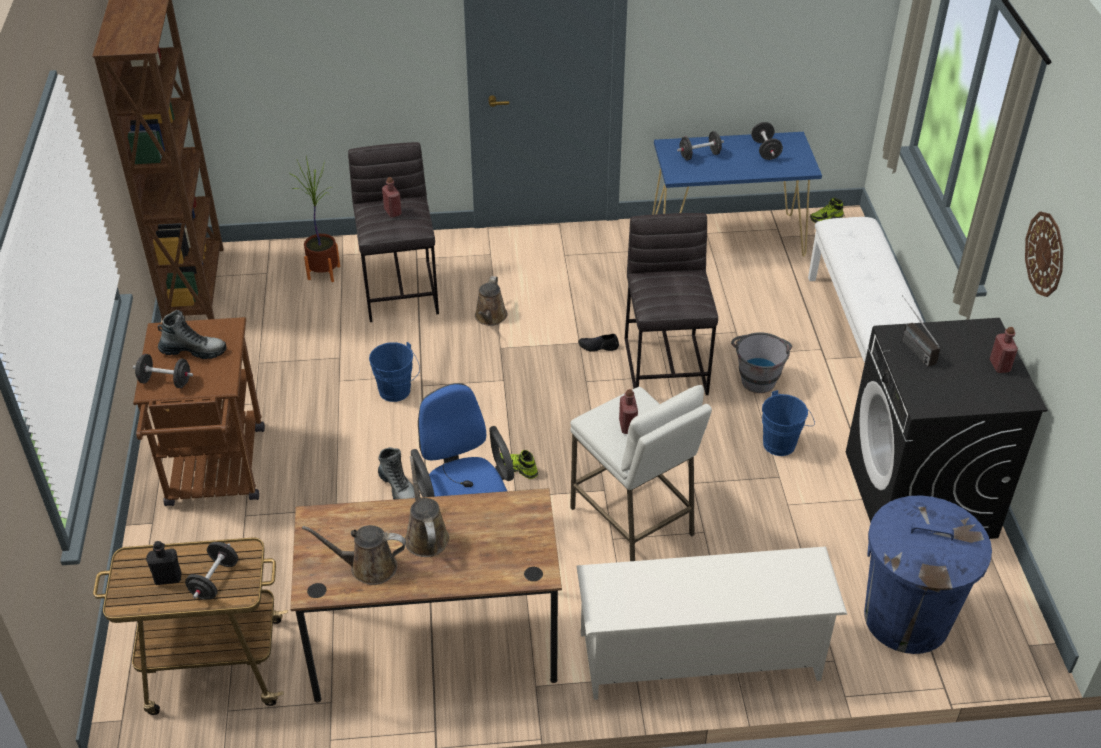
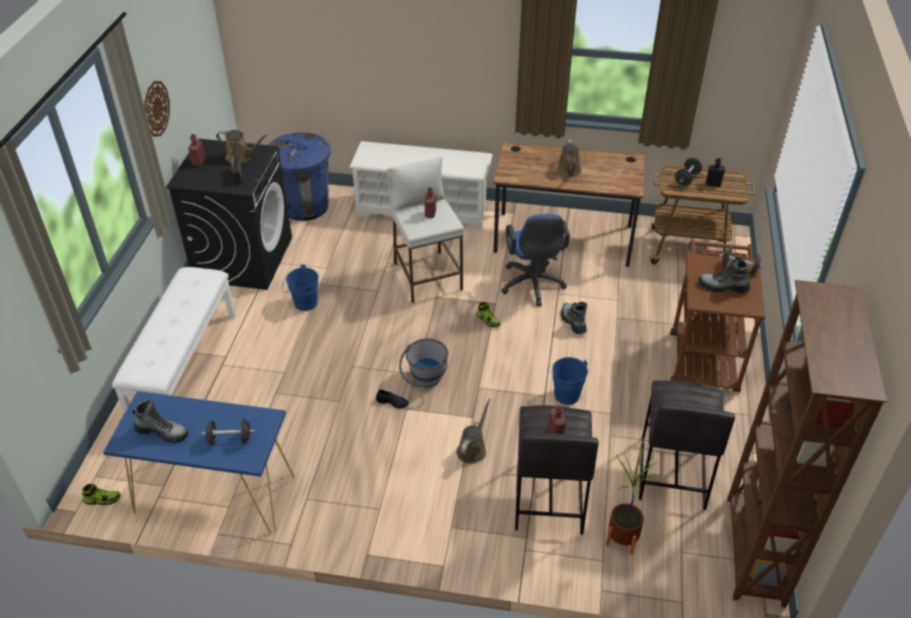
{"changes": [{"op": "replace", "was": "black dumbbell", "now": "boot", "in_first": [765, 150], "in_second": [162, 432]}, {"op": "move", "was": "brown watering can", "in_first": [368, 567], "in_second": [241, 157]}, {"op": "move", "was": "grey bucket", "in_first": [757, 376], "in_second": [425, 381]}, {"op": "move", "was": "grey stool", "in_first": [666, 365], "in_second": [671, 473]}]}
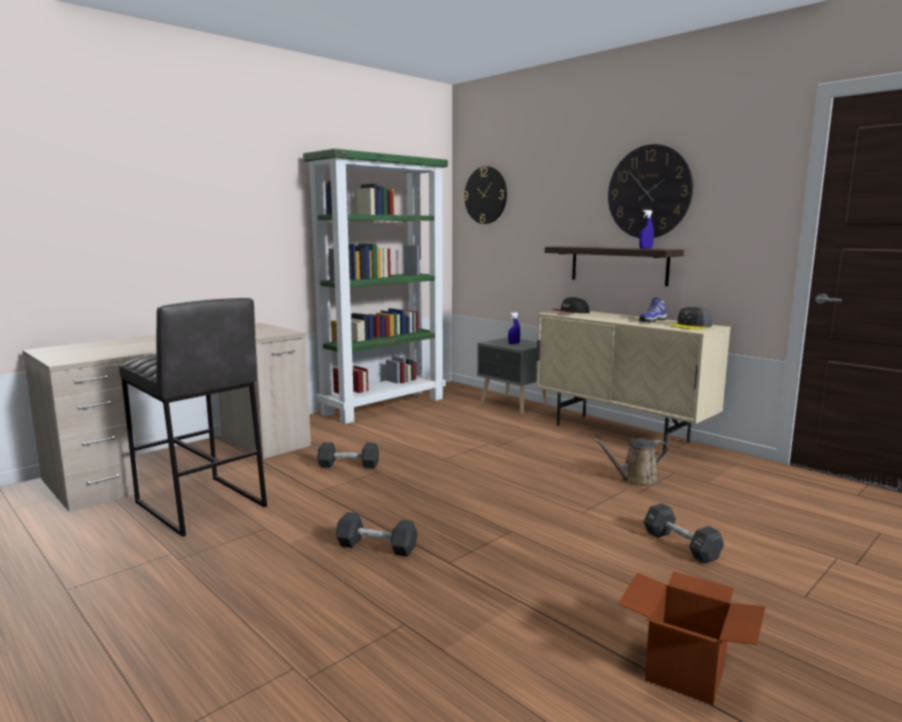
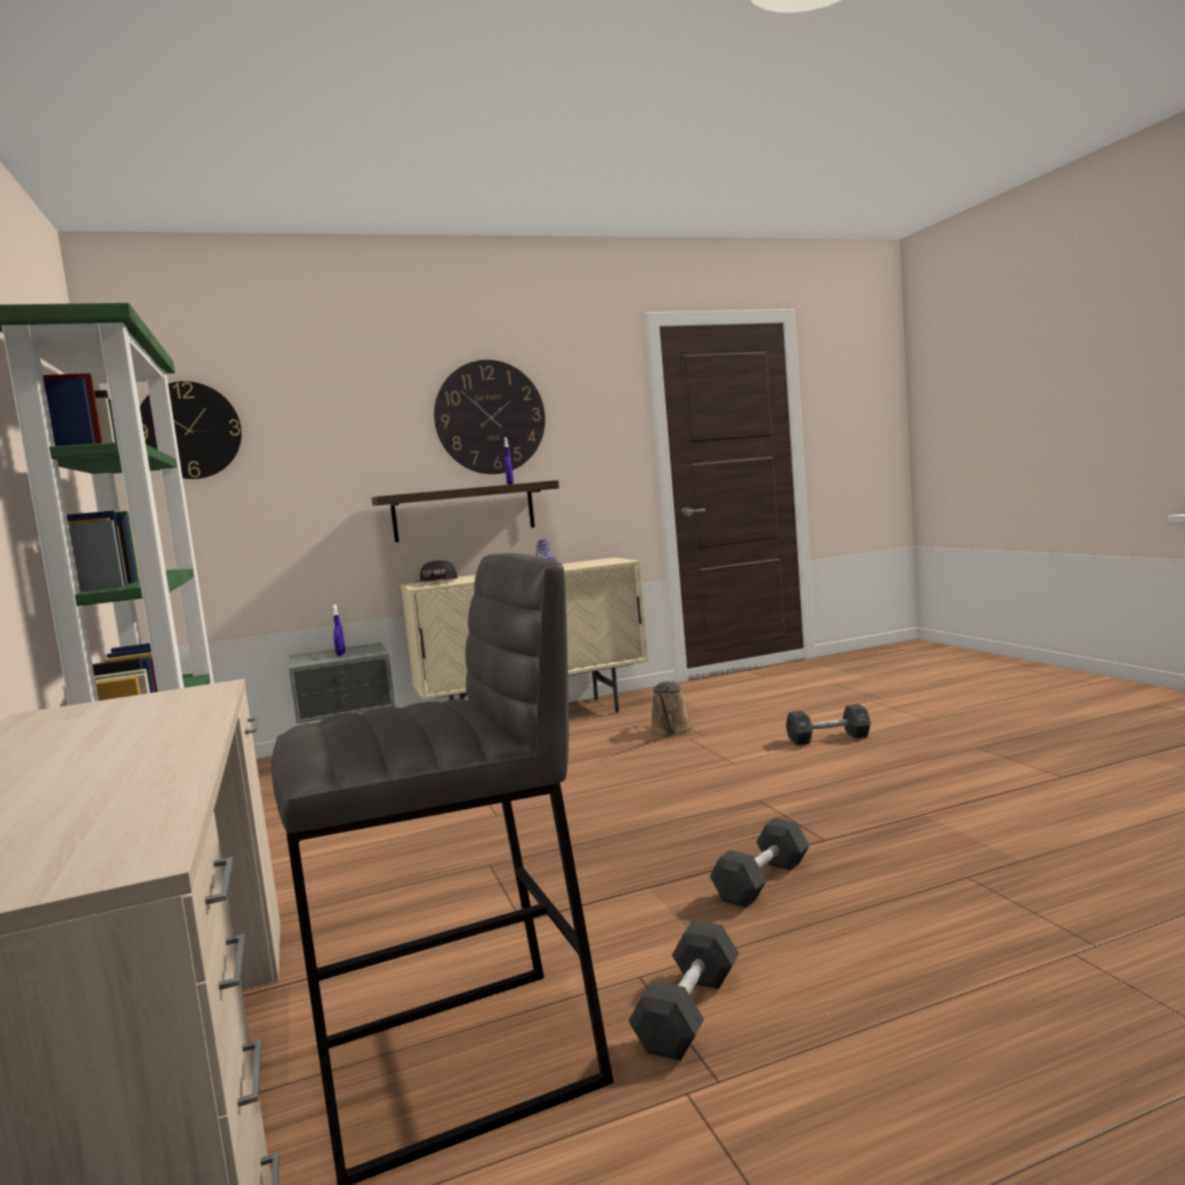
{"changes": [{"op": "move", "was": "black dumbbell", "in_first": [348, 465], "in_second": [689, 1011]}, {"op": "delete", "was": "cardboard box", "in_first": [686, 672]}, {"op": "delete", "was": "grey cap", "in_first": [691, 326]}]}
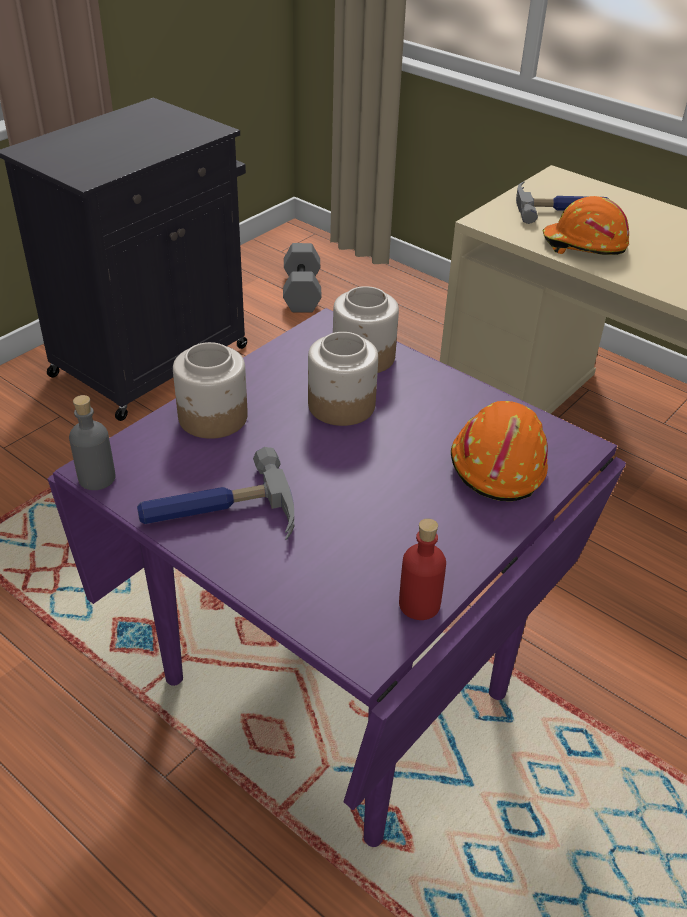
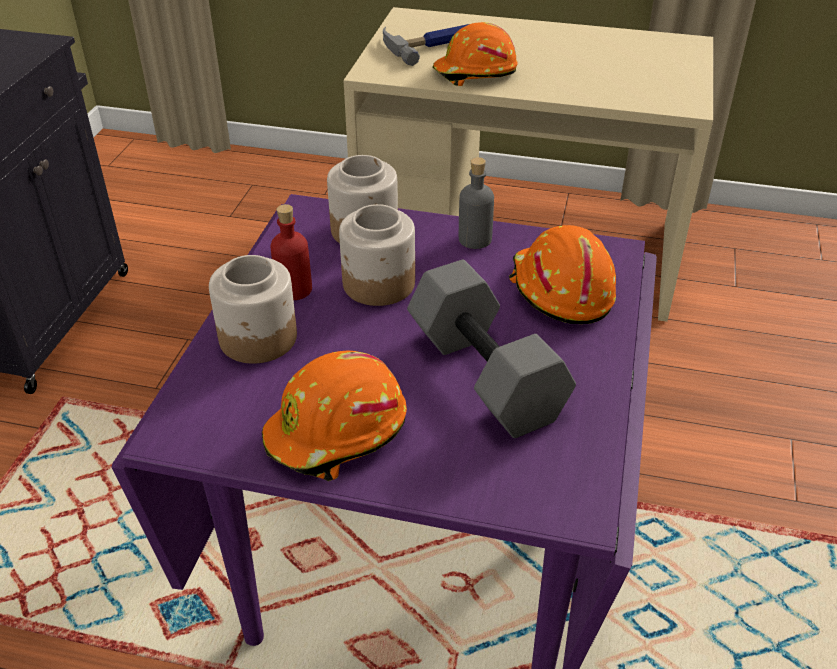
{"changes": [{"op": "replace", "was": "hammer", "now": "orange hard hat", "in_first": [217, 513], "in_second": [337, 433]}, {"op": "move", "was": "red bottle", "in_first": [419, 604], "in_second": [294, 289]}, {"op": "move", "was": "grey dumbbell", "in_first": [303, 292], "in_second": [489, 375]}, {"op": "move", "was": "grey bottle", "in_first": [97, 478], "in_second": [474, 239]}]}
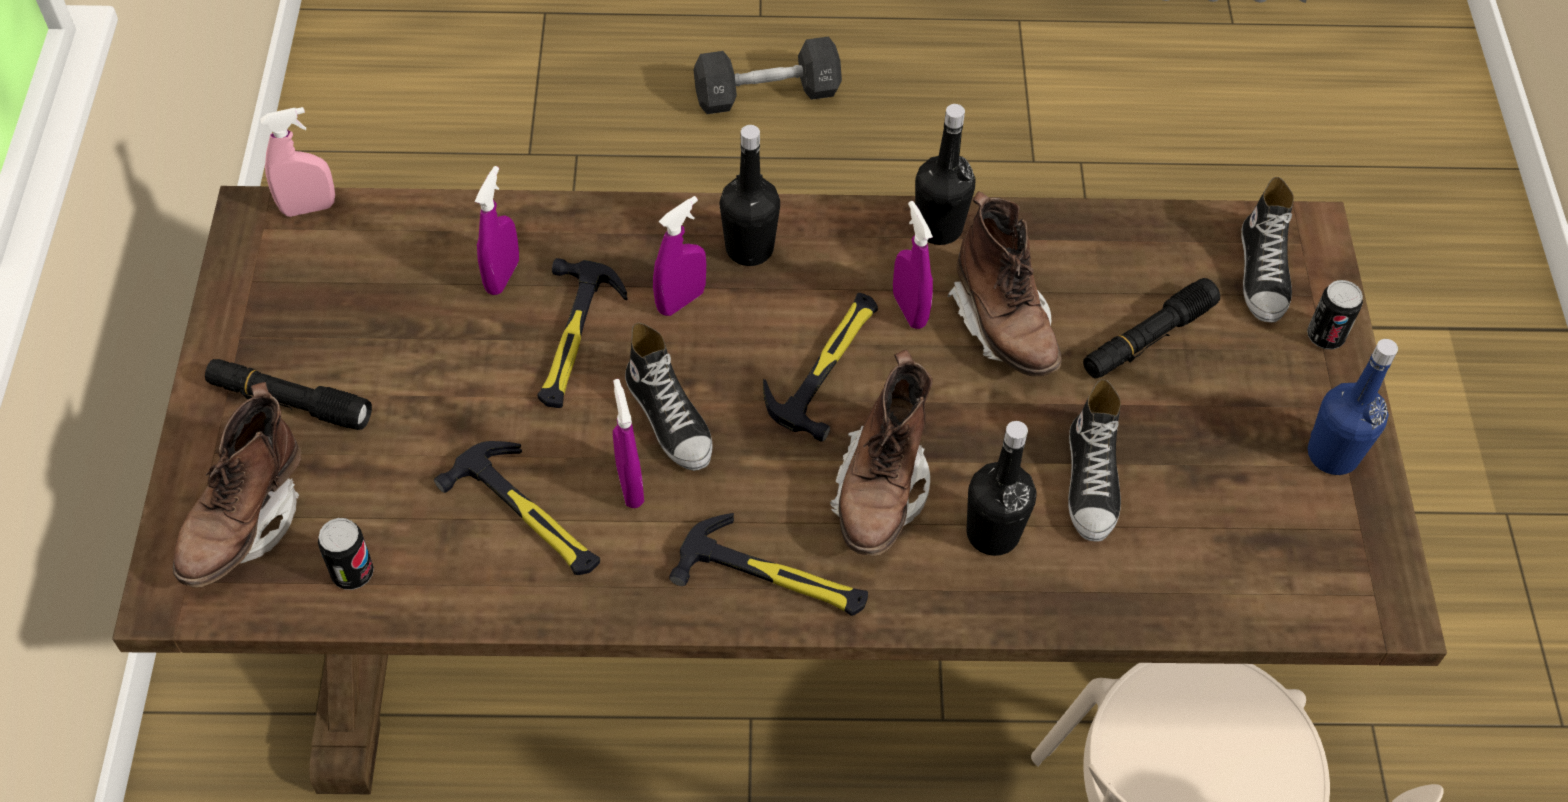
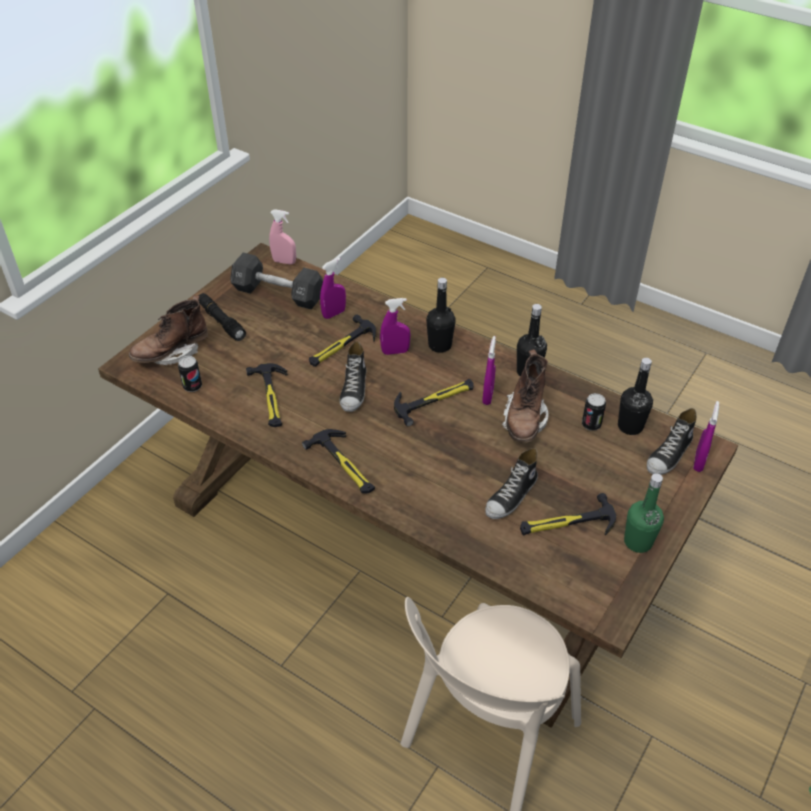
{"changes": [{"op": "move", "was": "black dumbbell", "in_first": [767, 94], "in_second": [278, 294]}, {"op": "insert", "now": "hammer", "in_second": [567, 523]}, {"op": "move", "was": "can", "in_first": [1325, 336], "in_second": [591, 424]}, {"op": "move", "was": "black bottle", "in_first": [992, 533], "in_second": [630, 426]}, {"op": "recolor", "was": "blue bottle", "now": "green bottle", "in_first": [1332, 454], "in_second": [638, 542]}, {"op": "move", "was": "purple spray bottle", "in_first": [630, 485], "in_second": [698, 462]}, {"op": "delete", "was": "brown boot", "in_first": [880, 491]}, {"op": "delete", "was": "black flashlight", "in_first": [1147, 338]}]}
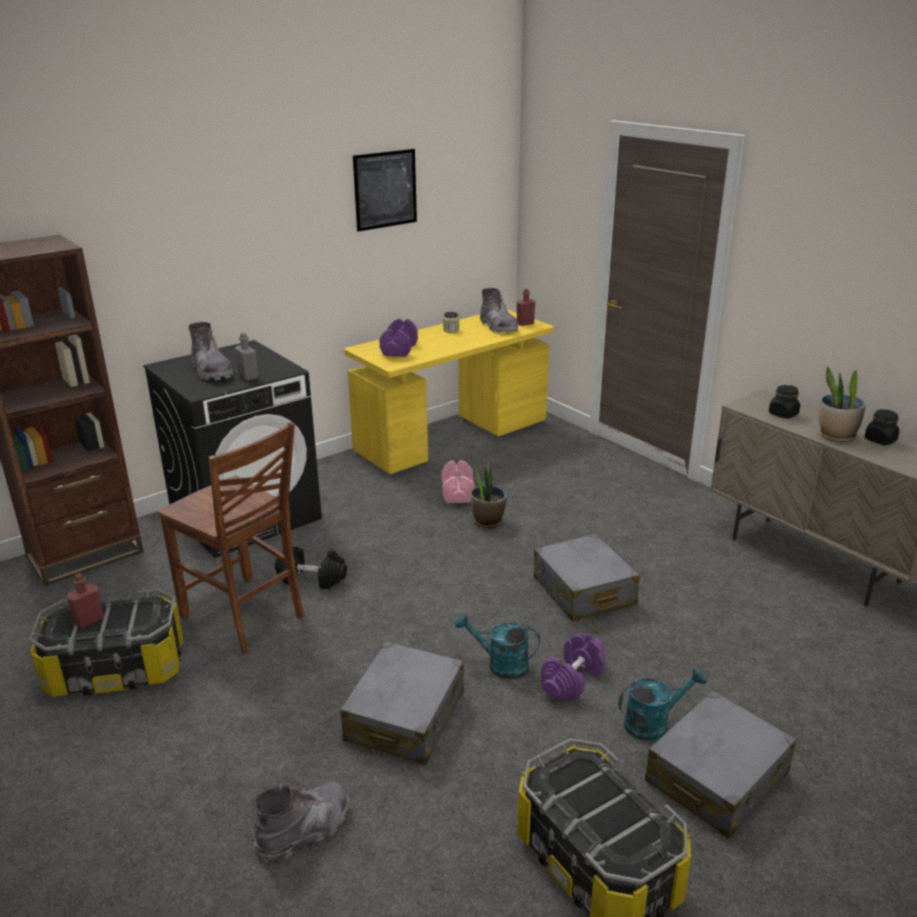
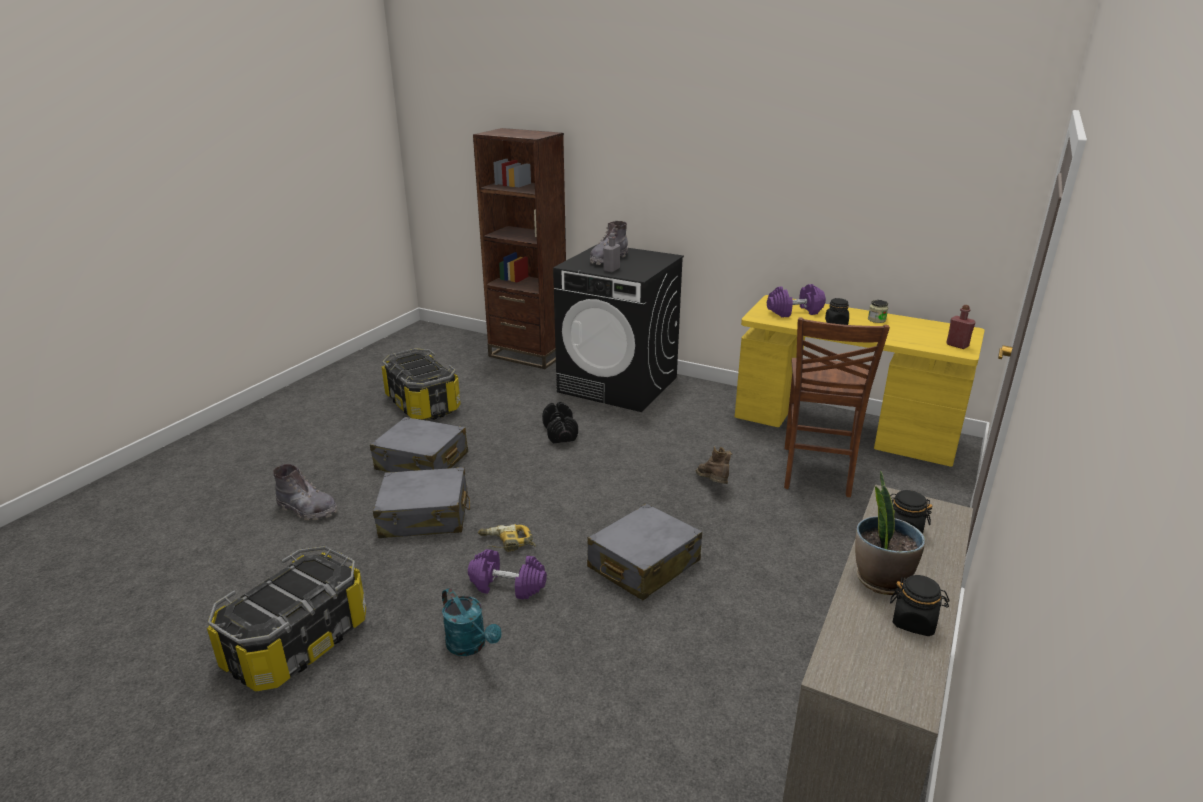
{"changes": [{"op": "move", "was": "grey suitcase", "in_first": [717, 778], "in_second": [422, 462]}, {"op": "replace", "was": "turquoise watering can", "now": "power drill", "in_first": [500, 665], "in_second": [506, 543]}, {"op": "replace", "was": "potted plant", "now": "brown boot", "in_first": [487, 521], "in_second": [713, 485]}, {"op": "move", "was": "brown chair", "in_first": [245, 617], "in_second": [817, 472]}, {"op": "insert", "now": "black jar", "in_second": [836, 323]}, {"op": "delete", "was": "red bottle", "in_first": [89, 621]}, {"op": "delete", "was": "picture", "in_first": [385, 189]}, {"op": "delete", "was": "pink dumbbell", "in_first": [458, 493]}, {"op": "delete", "was": "grey boot", "in_first": [498, 327]}]}
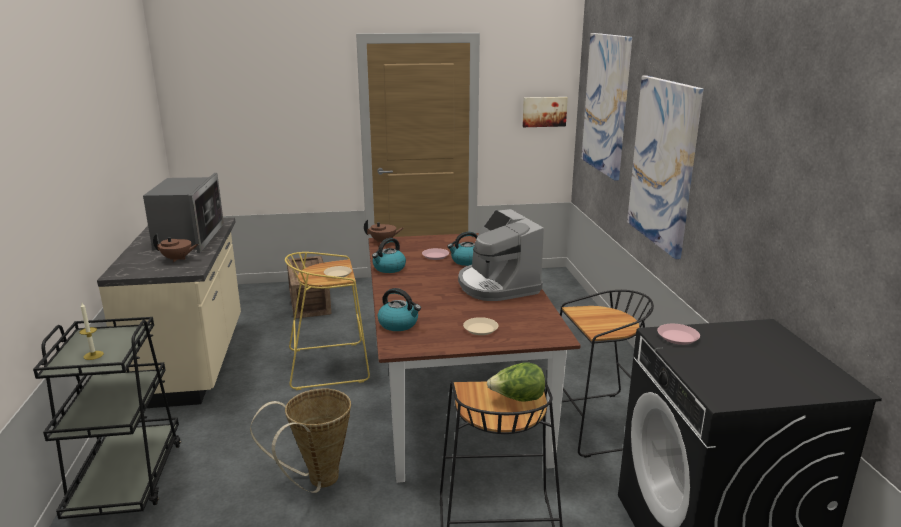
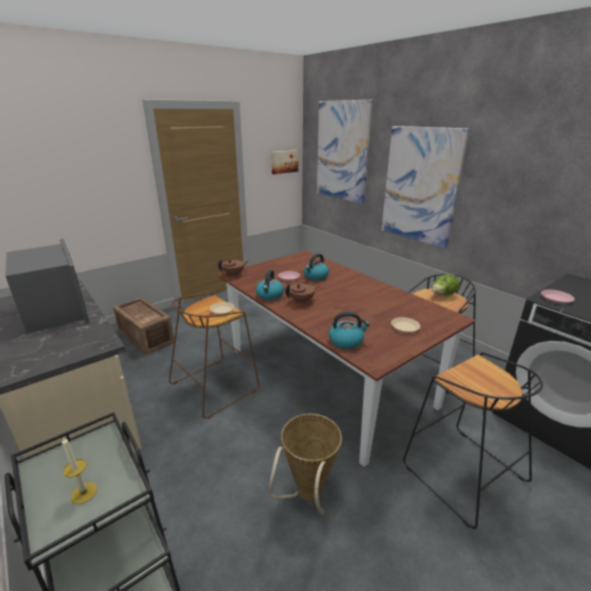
{"changes": [{"op": "recolor", "was": "yellow stool", "now": "brown stool", "in_first": [330, 365], "in_second": [215, 385]}, {"op": "move", "was": "brown teapot", "in_first": [177, 259], "in_second": [302, 301]}, {"op": "move", "was": "lettuce", "in_first": [517, 399], "in_second": [443, 295]}, {"op": "delete", "was": "coffee machine", "in_first": [497, 285]}]}
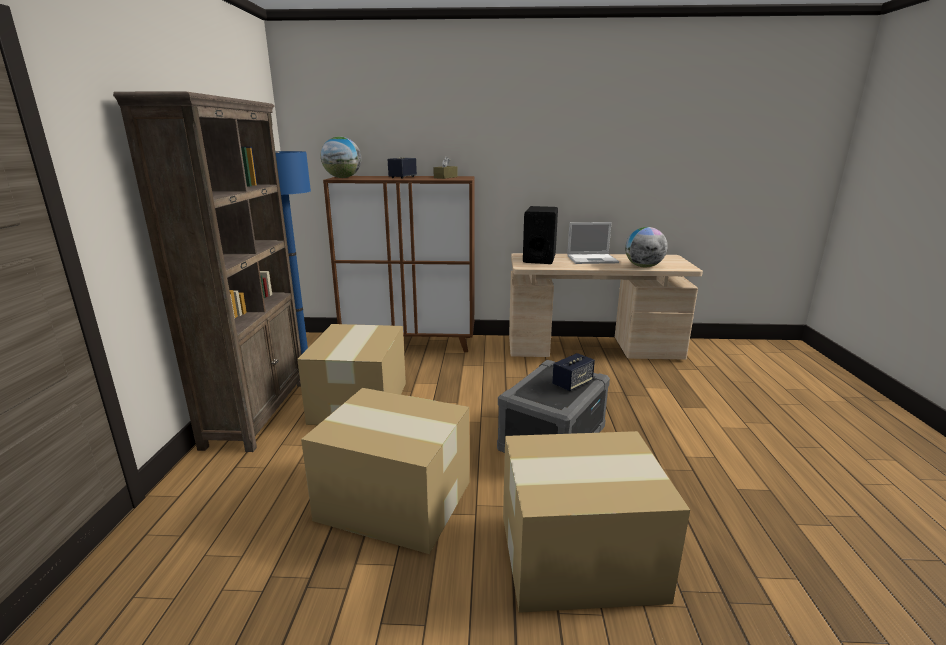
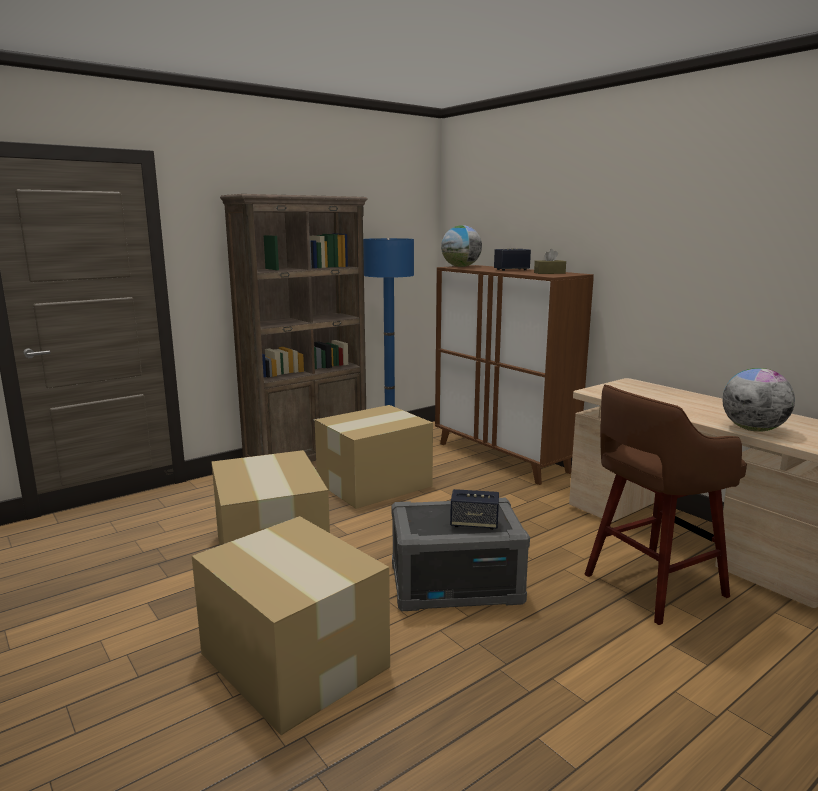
{"changes": [{"op": "insert", "now": "brown stool", "in_second": [651, 586]}, {"op": "delete", "was": "black speaker", "in_first": [539, 258]}, {"op": "delete", "was": "laptop", "in_first": [593, 259]}]}
